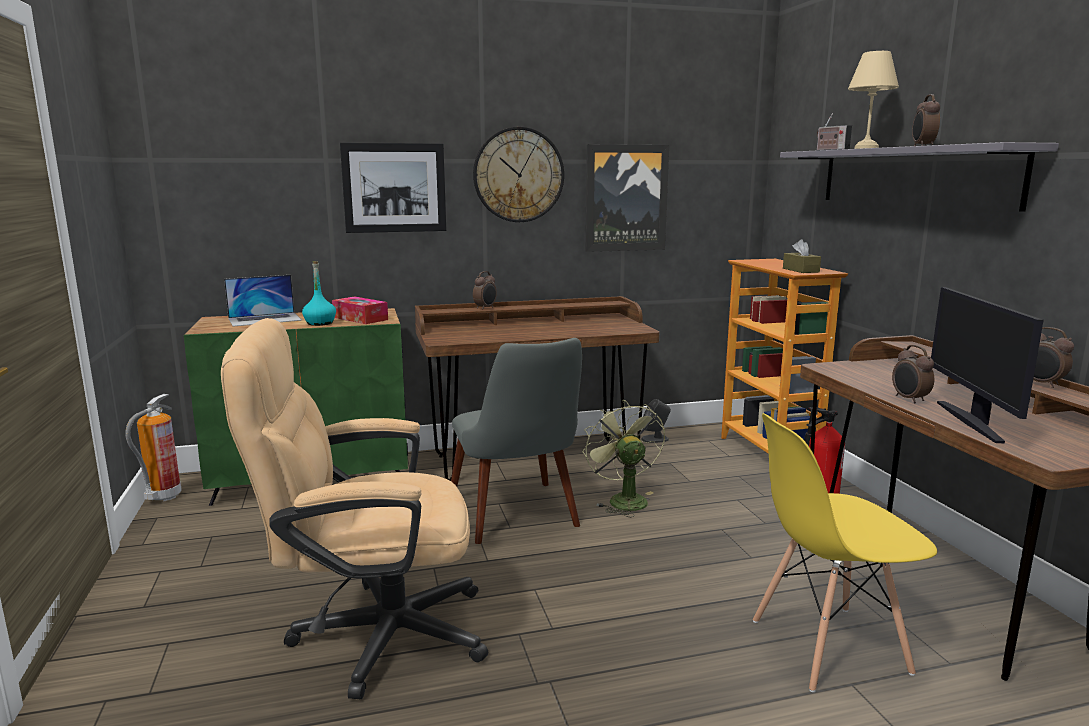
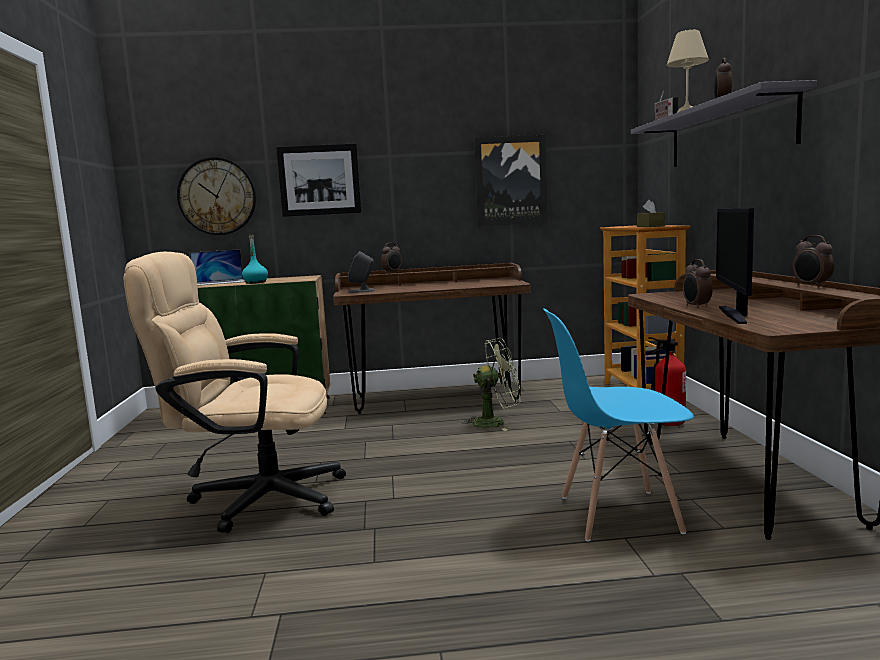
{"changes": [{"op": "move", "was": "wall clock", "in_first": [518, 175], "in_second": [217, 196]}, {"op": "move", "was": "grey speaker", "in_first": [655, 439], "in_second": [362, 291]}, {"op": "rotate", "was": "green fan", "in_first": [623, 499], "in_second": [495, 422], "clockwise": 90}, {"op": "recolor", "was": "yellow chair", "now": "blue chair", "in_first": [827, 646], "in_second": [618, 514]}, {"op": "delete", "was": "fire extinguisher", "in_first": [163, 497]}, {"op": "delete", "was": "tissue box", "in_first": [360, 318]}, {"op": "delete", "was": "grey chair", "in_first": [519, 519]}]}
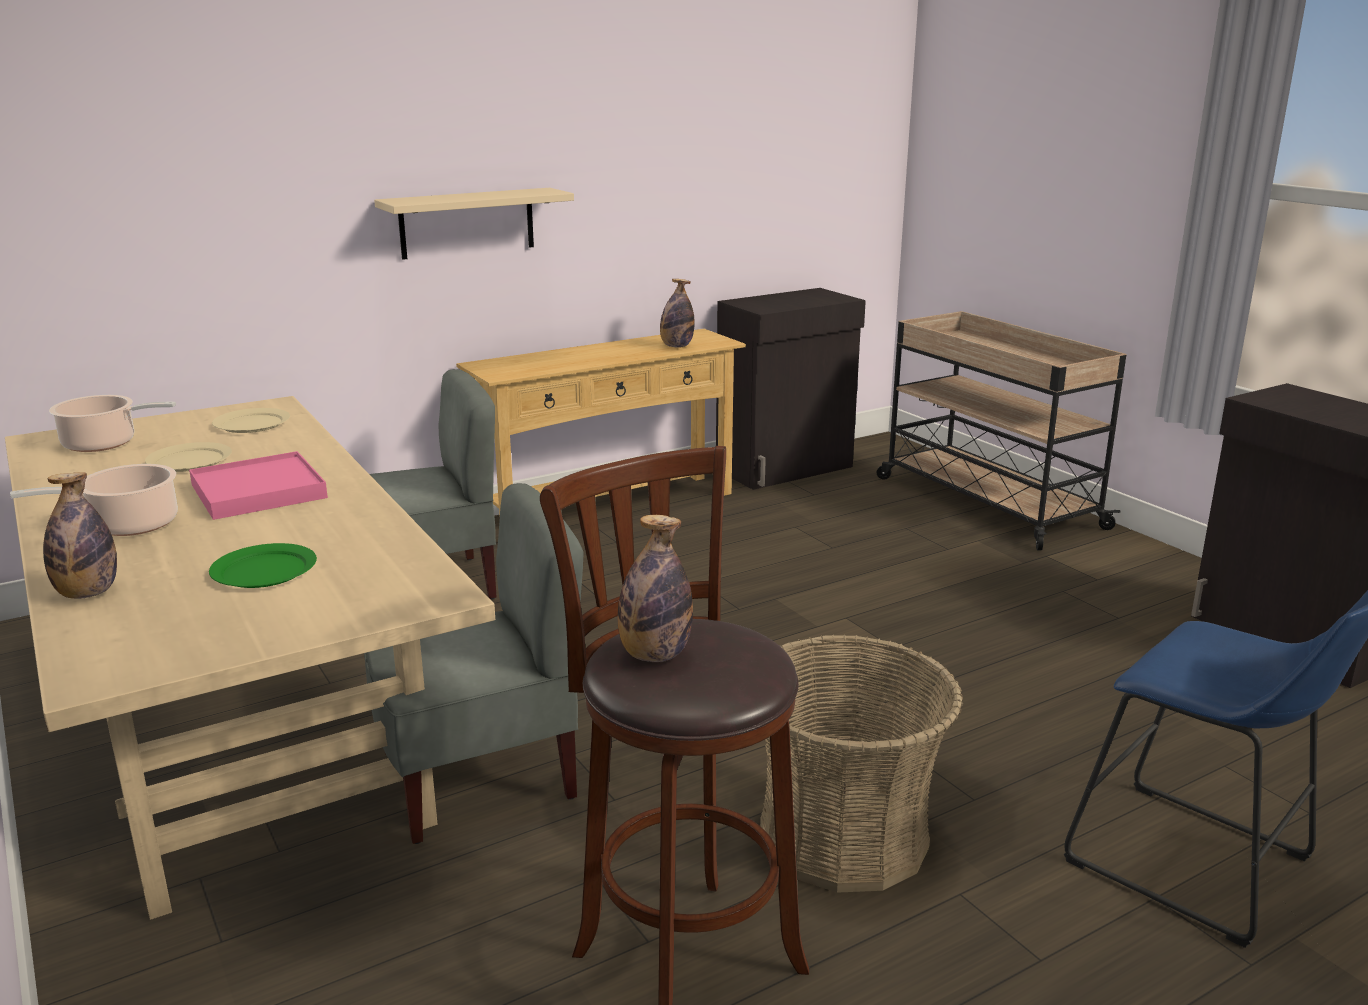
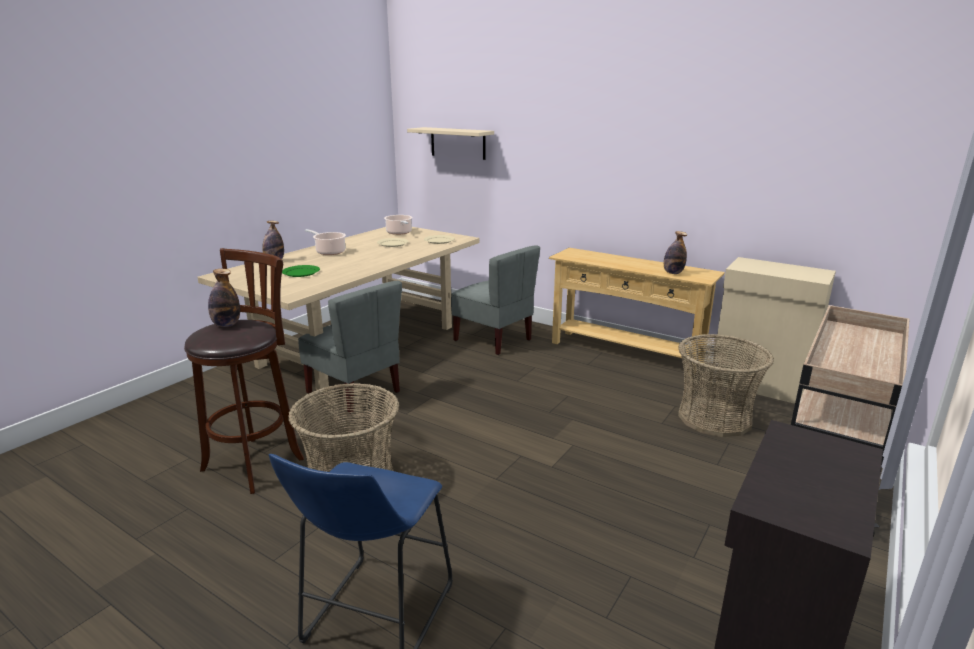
{"changes": [{"op": "move", "was": "beige shelf", "in_first": [467, 223], "in_second": [458, 143]}, {"op": "insert", "now": "basket", "in_second": [714, 418]}, {"op": "recolor", "was": "black cabinet", "now": "beige cabinet", "in_first": [786, 468], "in_second": [760, 385]}, {"op": "delete", "was": "pink tray", "in_first": [258, 491]}]}
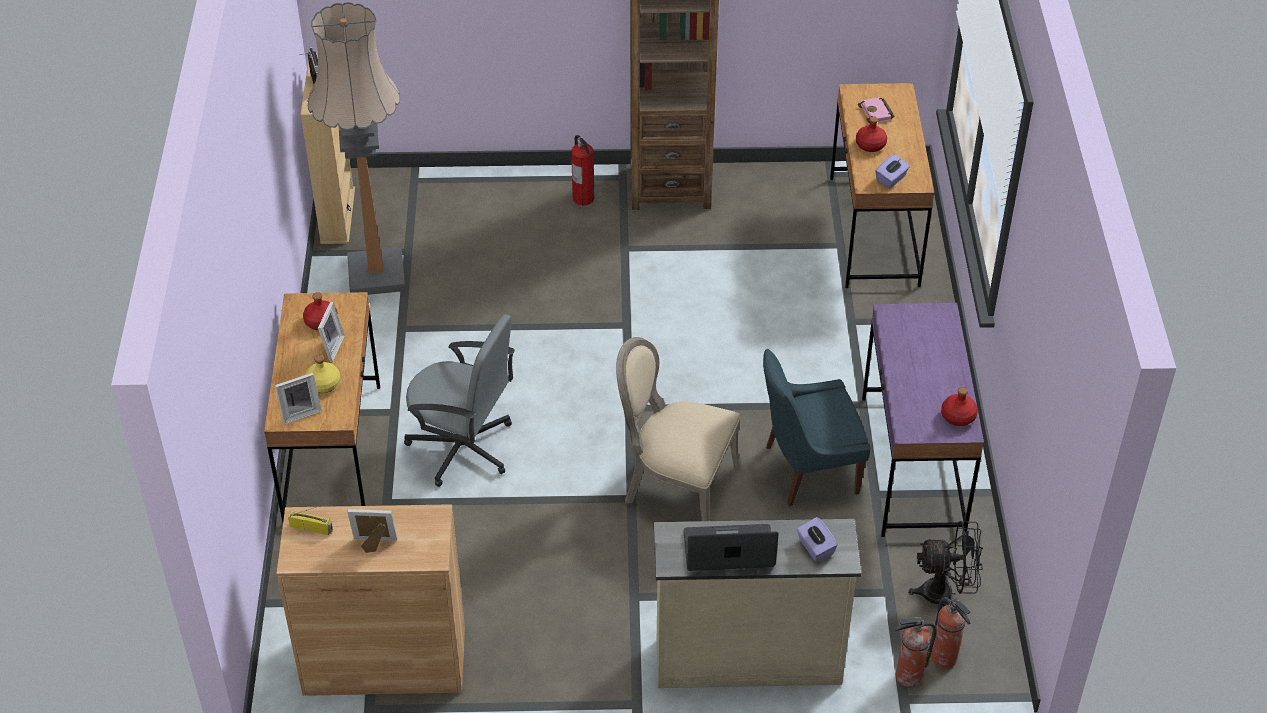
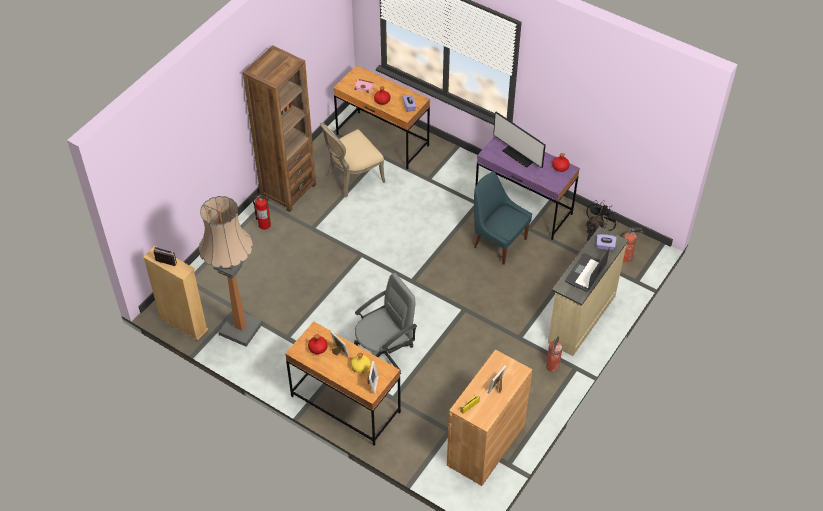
{"changes": [{"op": "move", "was": "beige chair", "in_first": [676, 486], "in_second": [352, 178]}, {"op": "rotate", "was": "blue chair", "in_first": [807, 470], "in_second": [498, 242], "clockwise": 105}, {"op": "insert", "now": "monitor", "in_second": [519, 155]}, {"op": "move", "was": "fire extinguisher", "in_first": [907, 676], "in_second": [552, 367]}]}
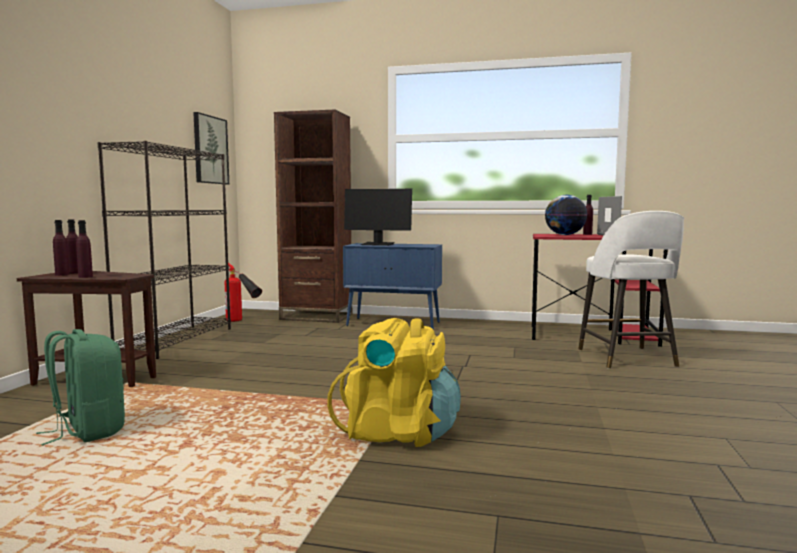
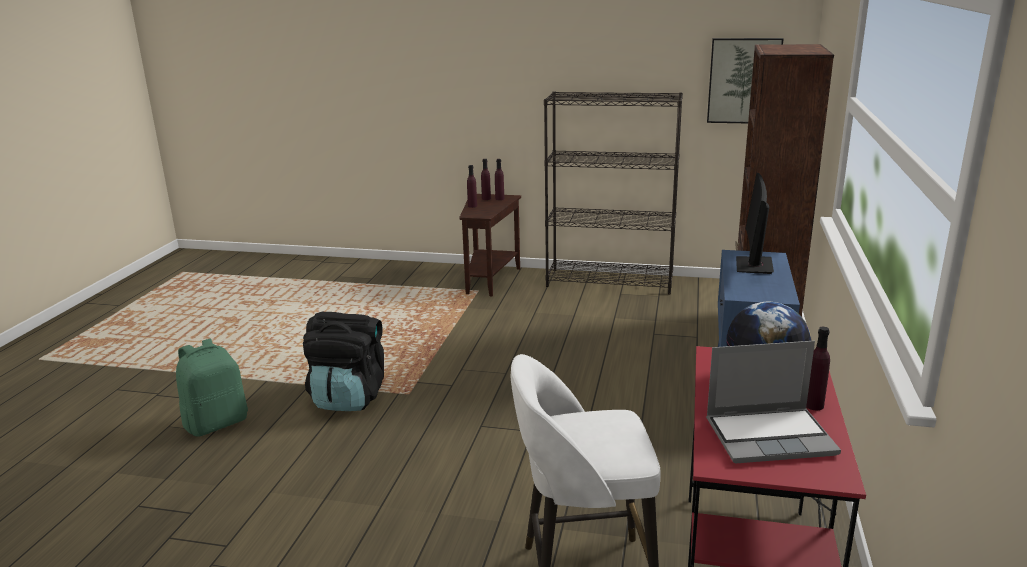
{"changes": [{"op": "move", "was": "green backpack", "in_first": [88, 431], "in_second": [217, 423]}, {"op": "recolor", "was": "yellow backpack", "now": "black backpack", "in_first": [398, 432], "in_second": [349, 397]}, {"op": "delete", "was": "fire extinguisher", "in_first": [242, 322]}]}
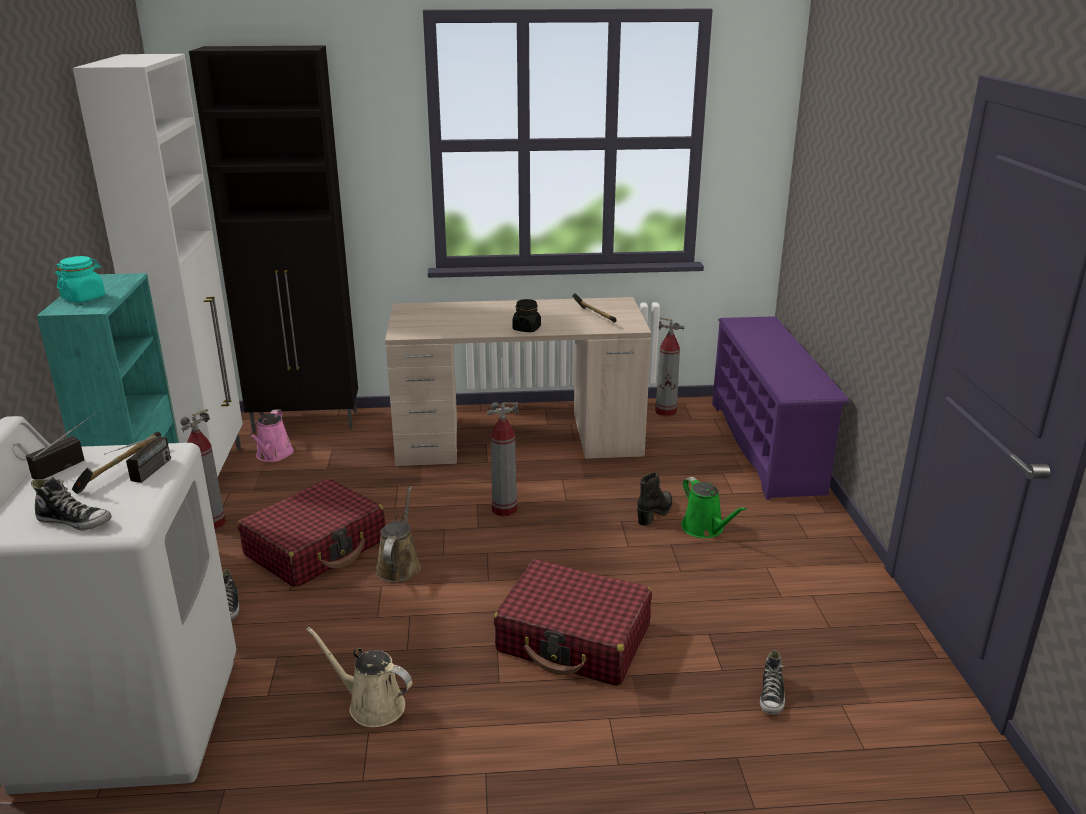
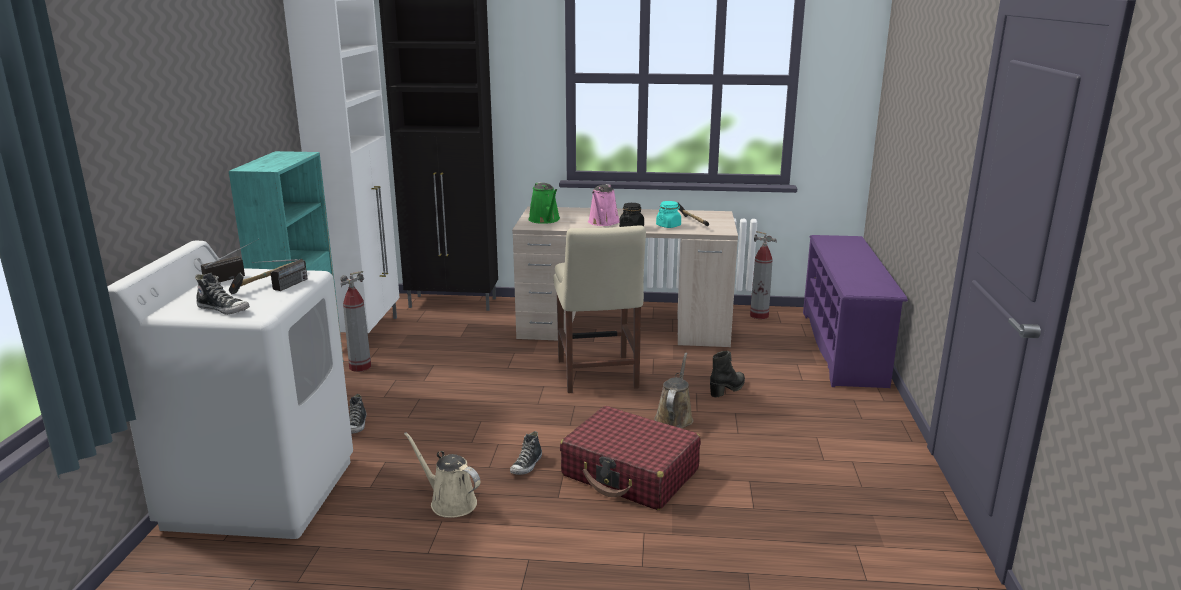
{"changes": [{"op": "move", "was": "shoe", "in_first": [772, 696], "in_second": [527, 465]}, {"op": "move", "was": "green watering can", "in_first": [705, 529], "in_second": [545, 220]}, {"op": "replace", "was": "fire extinguisher", "now": "beige chair", "in_first": [504, 509], "in_second": [597, 376]}, {"op": "move", "was": "pink watering can", "in_first": [273, 455], "in_second": [603, 222]}, {"op": "move", "was": "brown watering can", "in_first": [399, 565], "in_second": [674, 417]}, {"op": "move", "was": "turquoise jar", "in_first": [84, 298], "in_second": [668, 226]}, {"op": "delete", "was": "red suitcase", "in_first": [316, 547]}]}
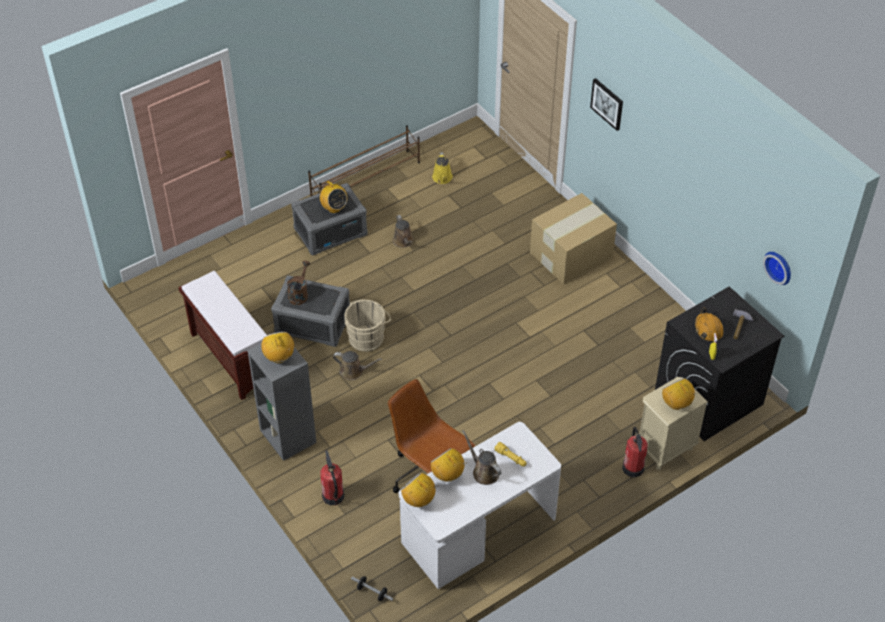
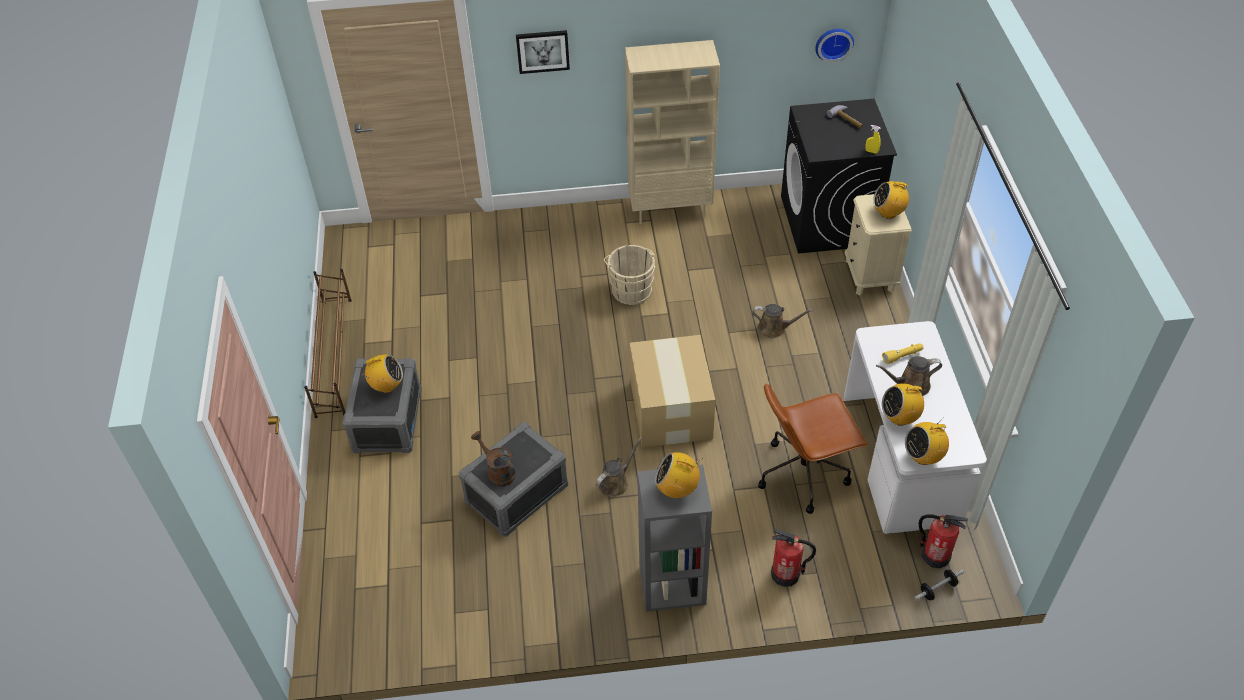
{"changes": [{"op": "move", "was": "beige bucket", "in_first": [368, 337], "in_second": [631, 289]}, {"op": "insert", "now": "beige bookcase", "in_second": [670, 209]}, {"op": "move", "was": "cardboard box", "in_first": [572, 254], "in_second": [671, 409]}, {"op": "move", "was": "brown watering can", "in_first": [403, 241], "in_second": [774, 328]}, {"op": "move", "was": "fire extinguisher", "in_first": [633, 467], "in_second": [935, 555]}, {"op": "delete", "was": "brown bench", "in_first": [231, 357]}, {"op": "delete", "was": "yellow watering can", "in_first": [442, 178]}, {"op": "delete", "was": "orange hard hat", "in_first": [708, 329]}]}
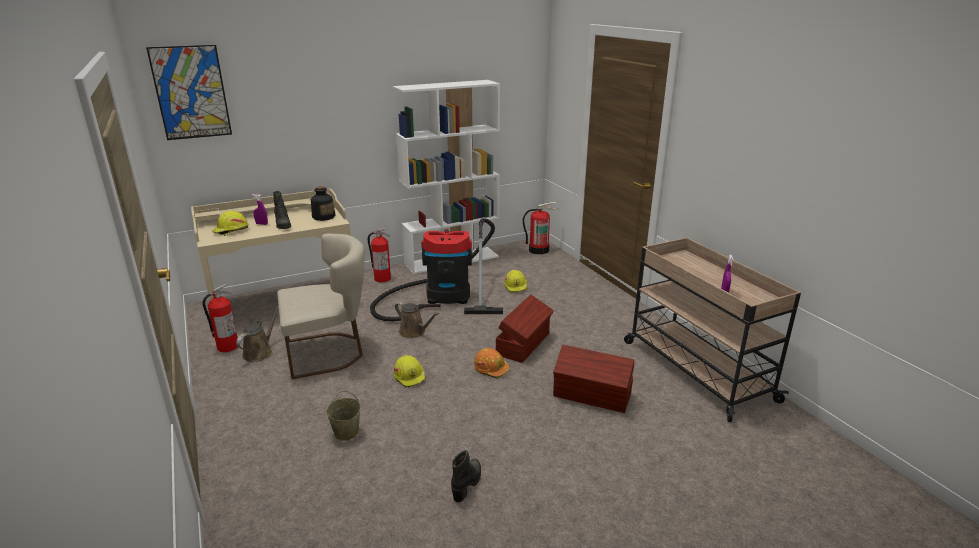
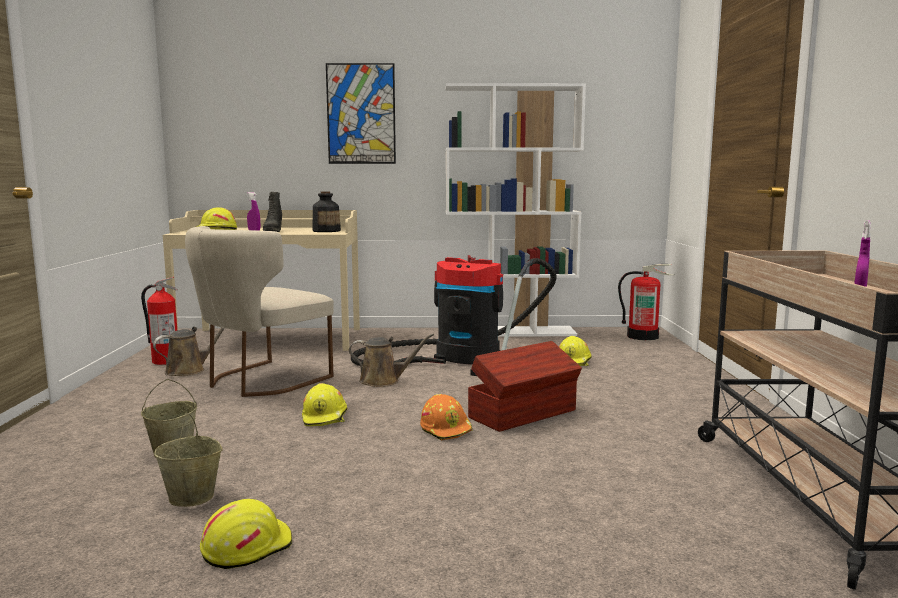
{"changes": [{"op": "insert", "now": "beige bucket", "in_second": [192, 497]}, {"op": "rotate", "was": "beige chair", "in_first": [329, 352], "in_second": [260, 381], "clockwise": 120}, {"op": "replace", "was": "black boot", "now": "yellow hard hat", "in_first": [467, 484], "in_second": [247, 547]}, {"op": "move", "was": "picture", "in_first": [191, 92], "in_second": [361, 114]}, {"op": "rotate", "was": "brown watering can", "in_first": [414, 332], "in_second": [383, 381], "clockwise": -60}, {"op": "delete", "was": "fire extinguisher", "in_first": [382, 279]}, {"op": "delete", "was": "brown storage box", "in_first": [592, 396]}]}
